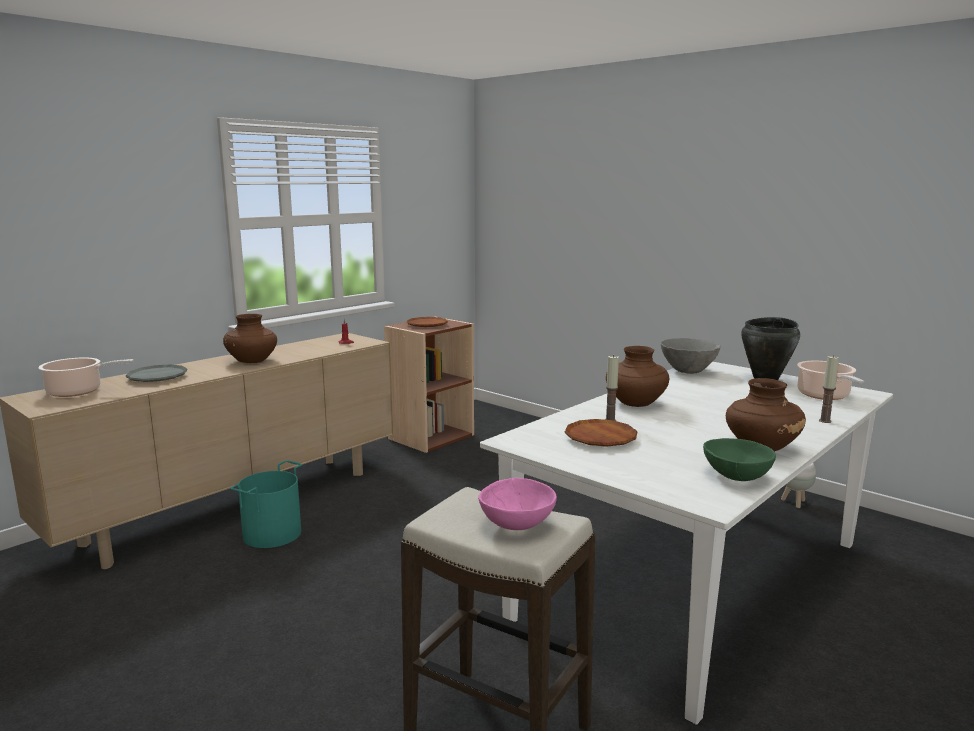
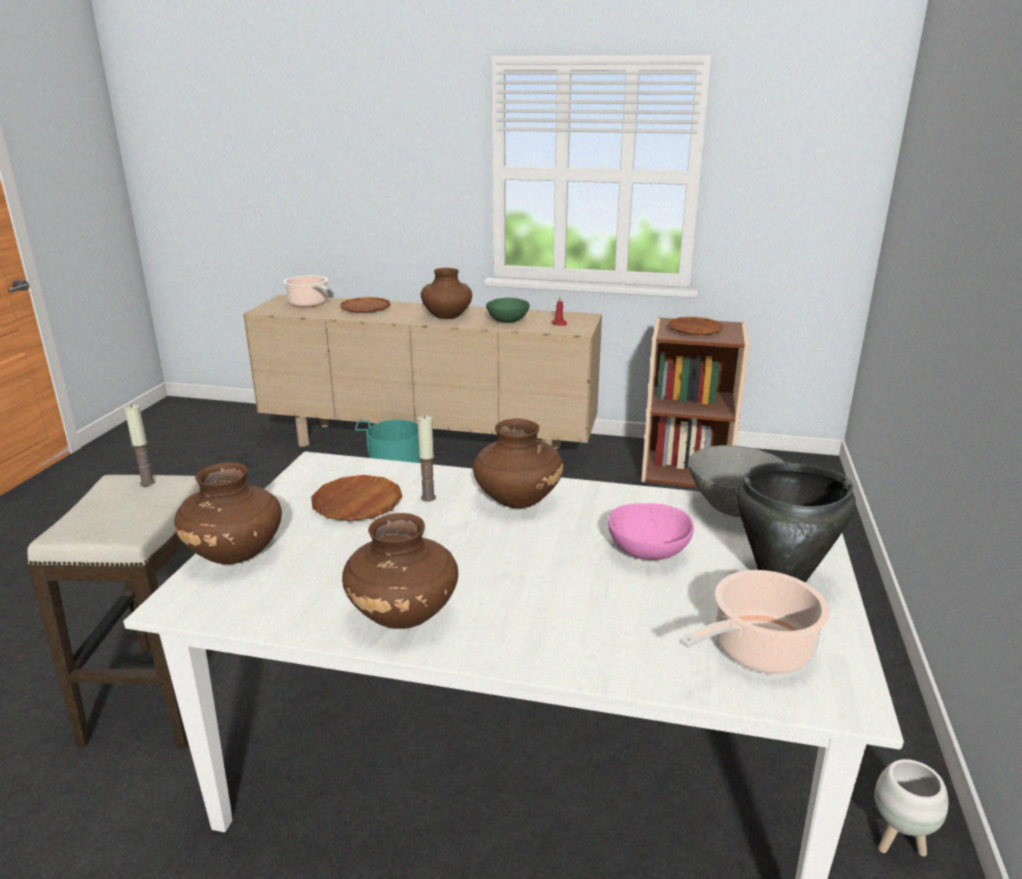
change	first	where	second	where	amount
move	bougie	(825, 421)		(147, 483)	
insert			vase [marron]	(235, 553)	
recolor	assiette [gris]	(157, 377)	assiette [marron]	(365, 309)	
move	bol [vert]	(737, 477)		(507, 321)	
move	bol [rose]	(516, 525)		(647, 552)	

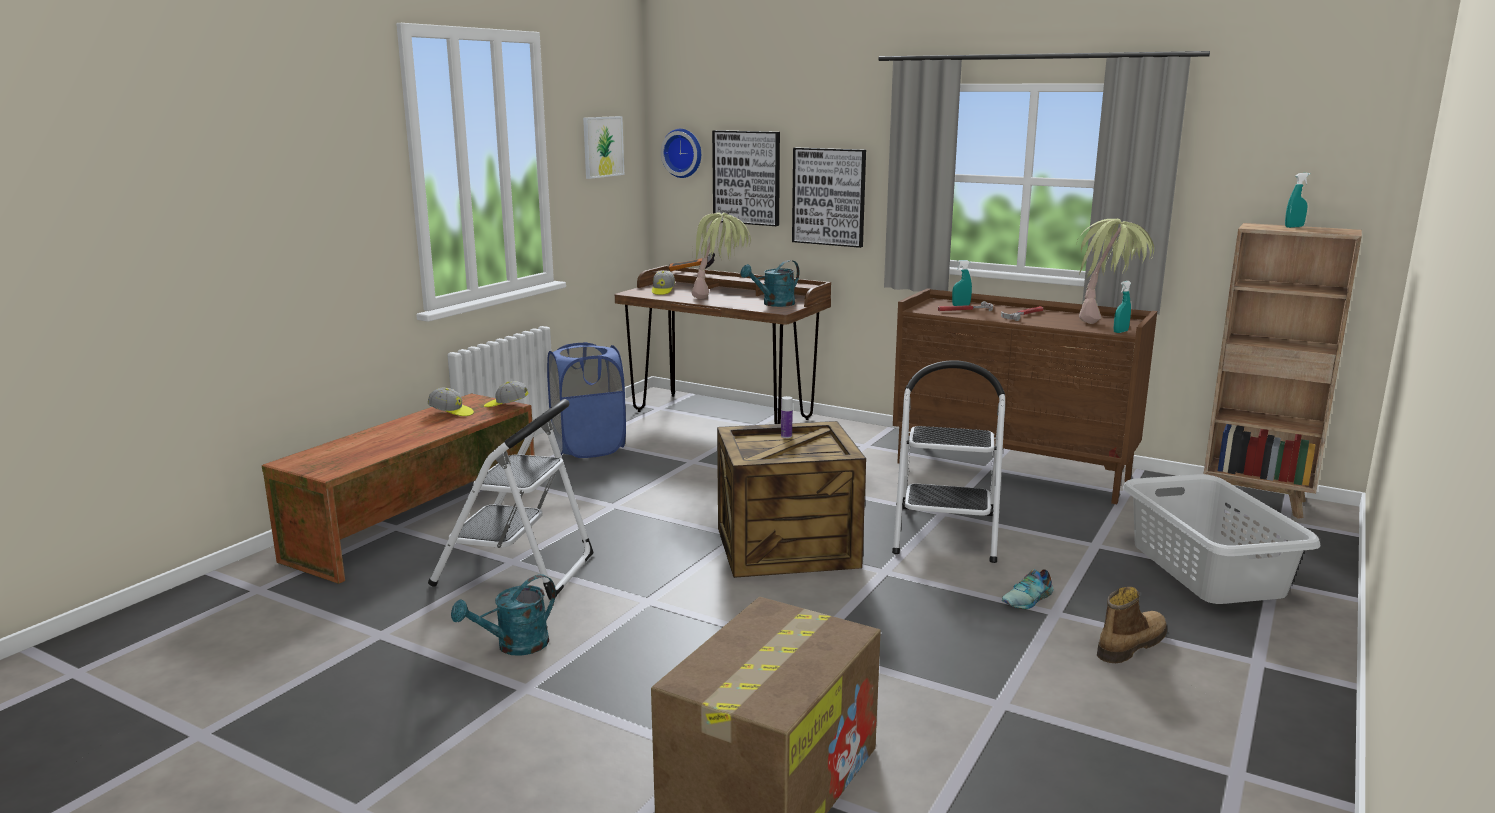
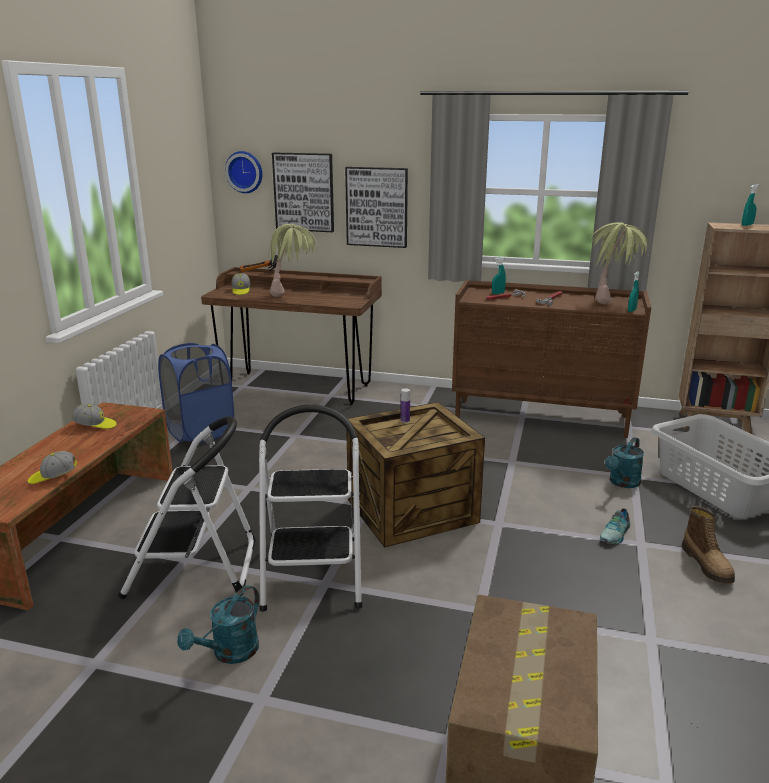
change	first	where	second	where	amount
move	casquette	(506, 405)		(53, 477)	
move	escabeau	(946, 532)		(314, 570)	
move	arrosoir [turquoise]	(774, 304)		(622, 483)	
rotate	botte	(1129, 645)		(707, 565)	135 degrees clockwise
delete	tableau	(602, 146)			

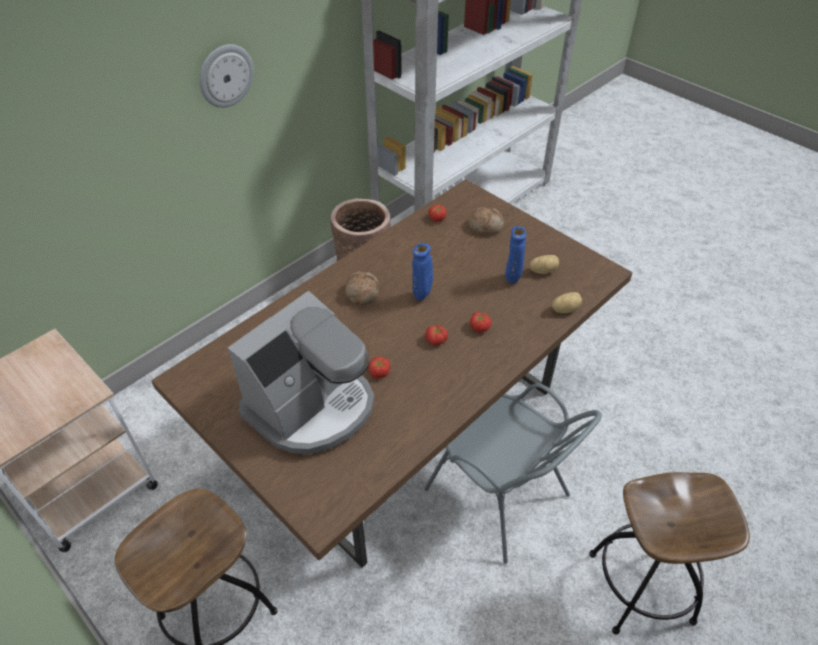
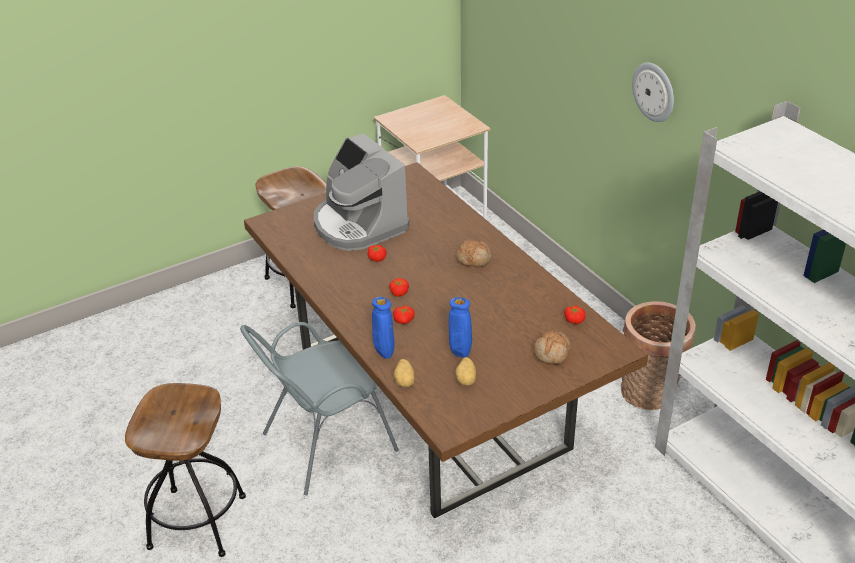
change	first	where	second	where	amount
move	vase [bleu]	(422, 296)		(384, 354)	

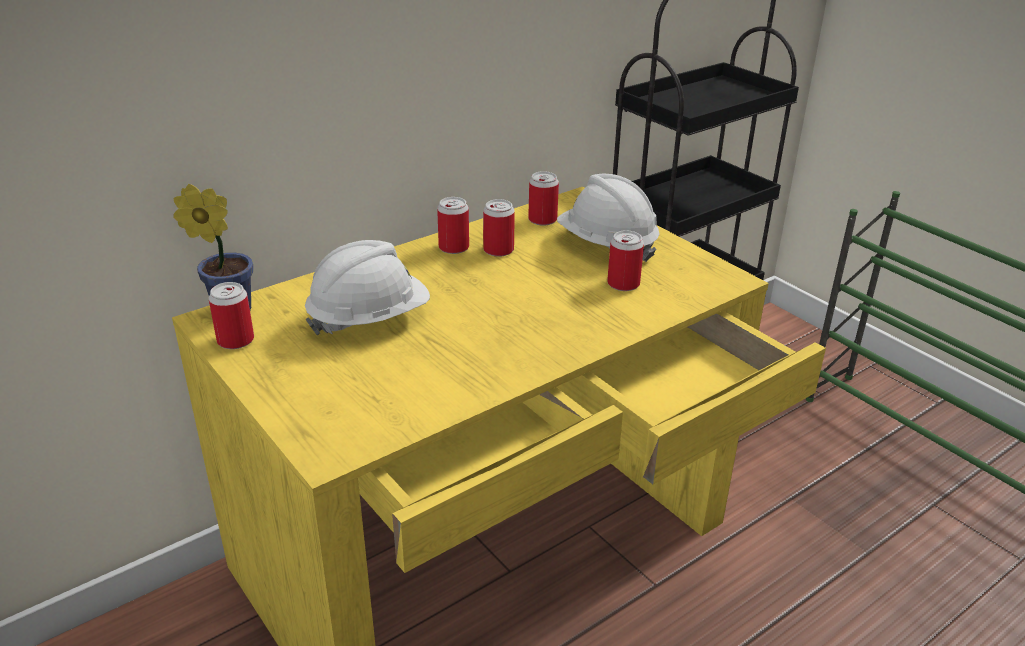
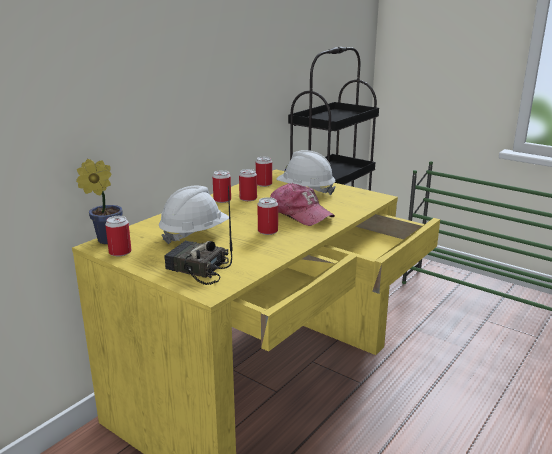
change	first	where	second	where	amount
insert			radio	(197, 269)	
move	boîte métallique	(623, 284)		(267, 231)	
insert			casquette	(298, 214)	

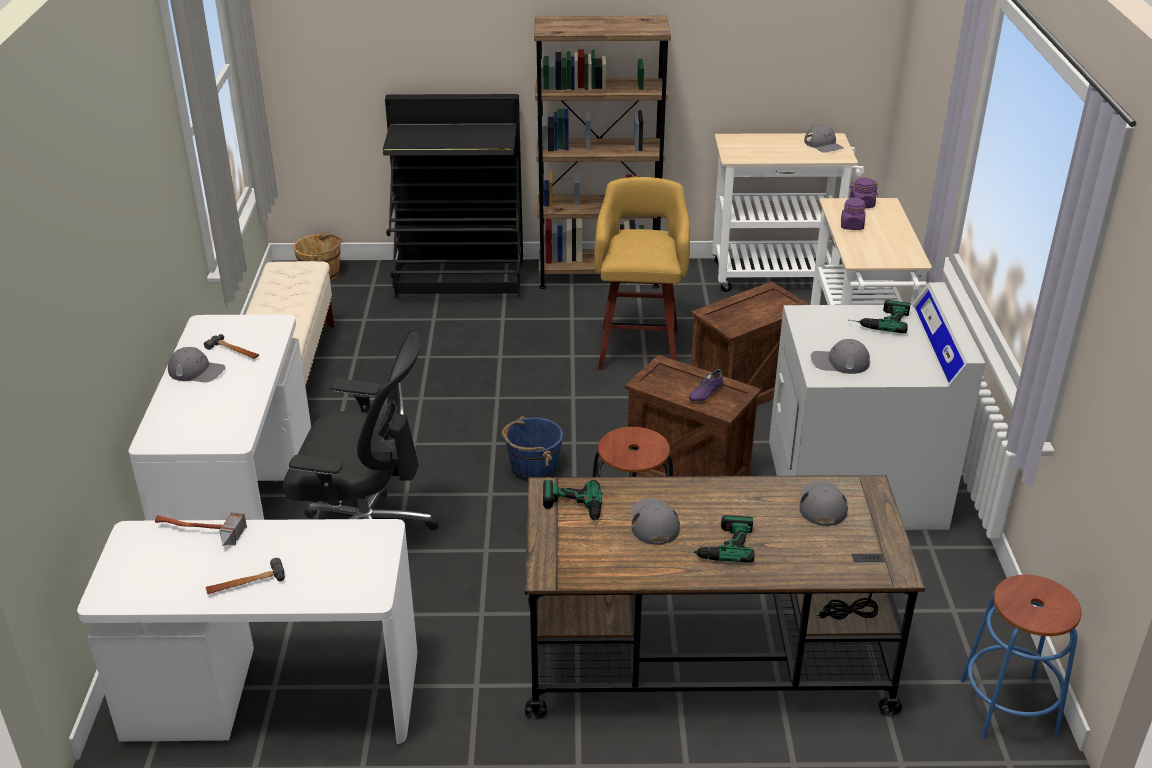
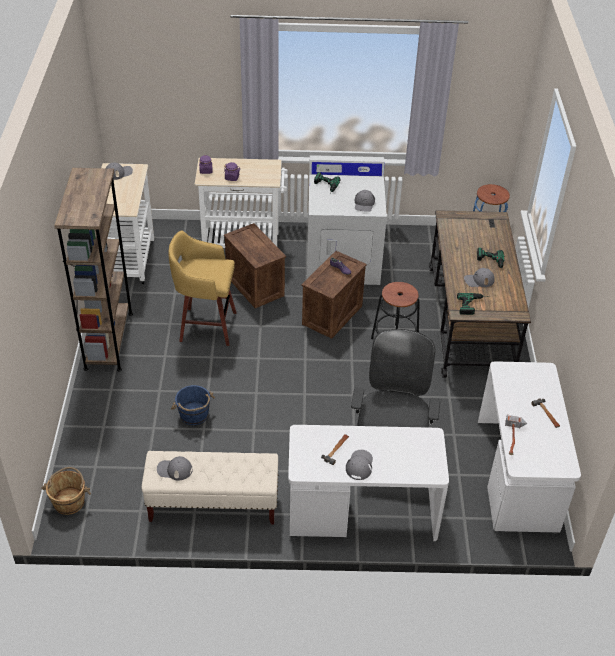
change	first	where	second	where	amount
move	casquette [gris]	(822, 505)		(174, 470)	
move	seau [bleu]	(533, 467)		(194, 415)	
delete	étagère à chaussures [noir]	(459, 283)			

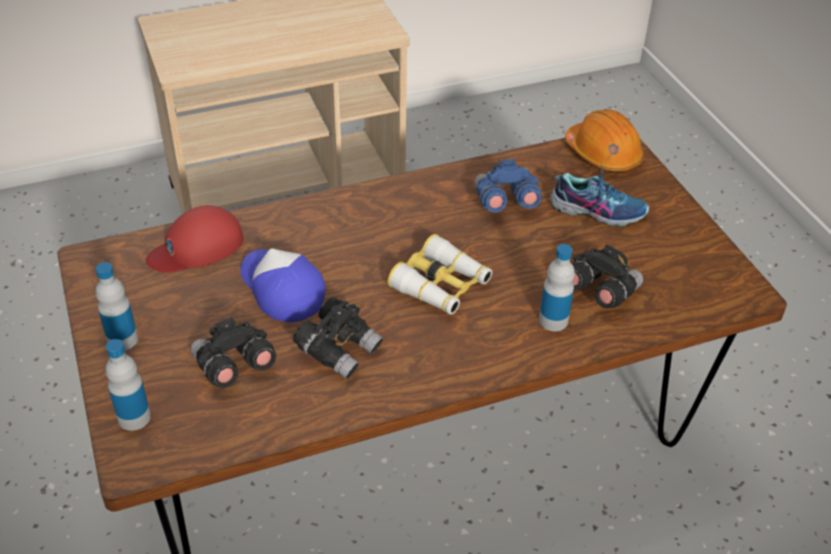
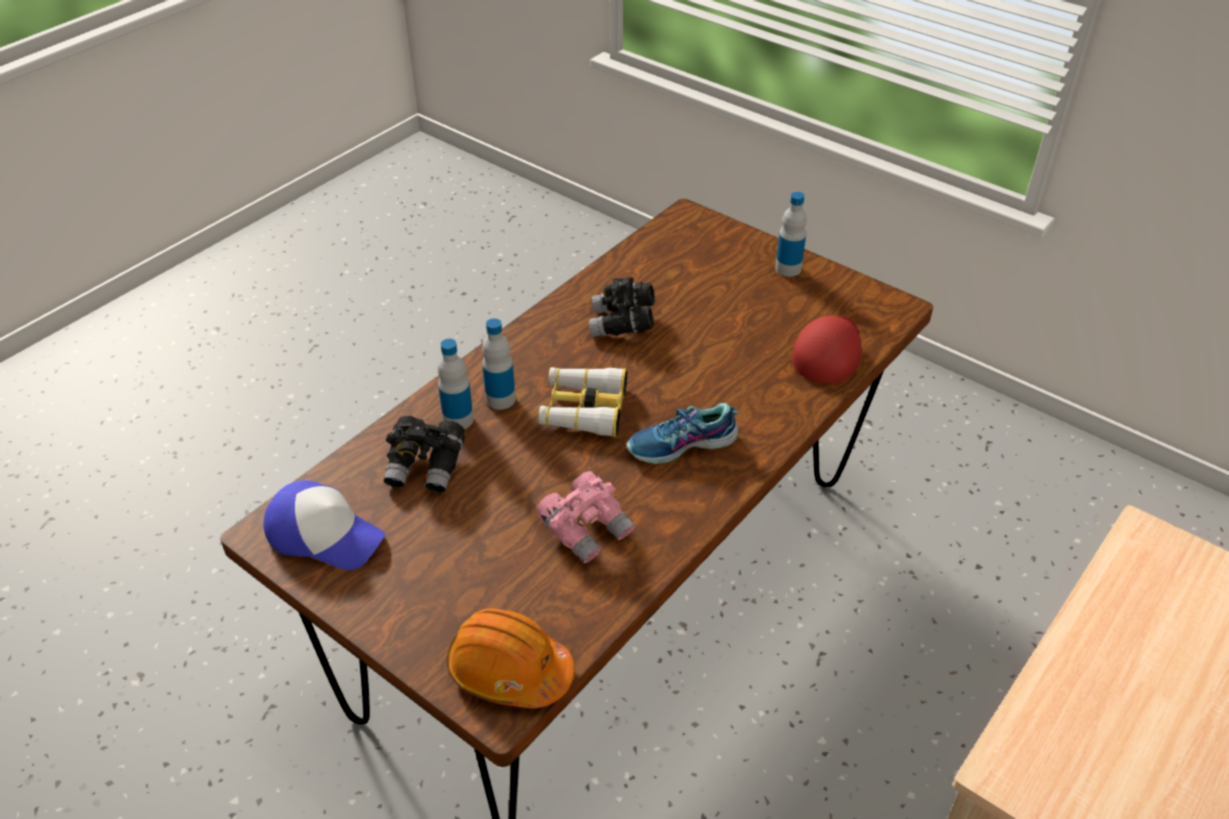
change	first	where	second	where	amount
move	casquette	(281, 289)		(325, 535)	
move	bouteille	(134, 417)		(500, 399)	
recolor	jumelles [bleu]	(504, 203)	jumelles [rose]	(586, 529)	
move	chaussure	(597, 210)		(682, 445)	
delete	jumelles [noir]	(233, 367)			

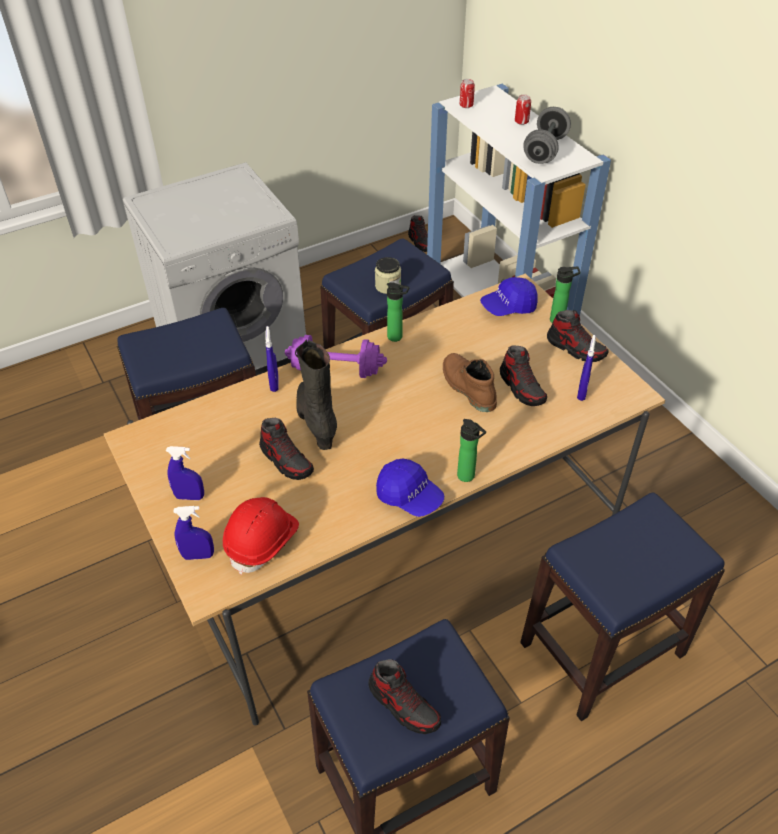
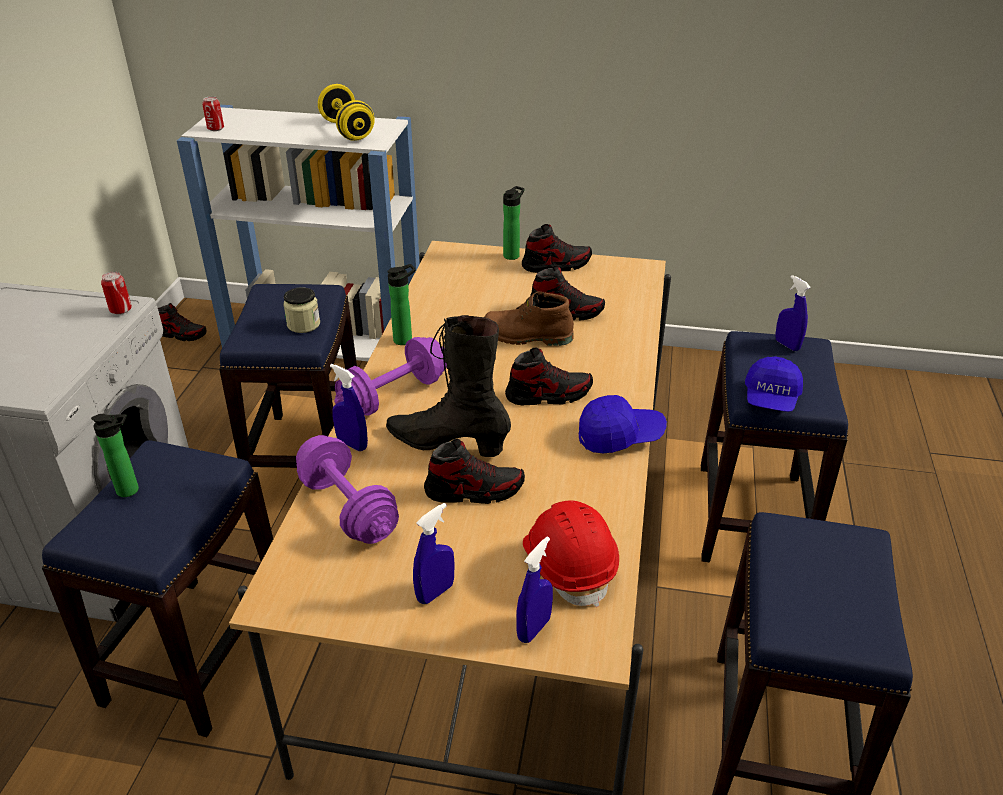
change	first	where	second	where	amount
move	bouteille	(468, 477)		(131, 490)	
move	boîte métallique	(521, 122)		(121, 310)	
insert			haltère [violet]	(348, 508)	
recolor	haltère [gris]	(545, 150)	haltère [jaune]	(347, 130)	
move	chaussure	(404, 705)		(548, 395)	
move	casquette [bleu]	(508, 307)		(771, 399)	
move	vaporisateur [bleu]	(582, 392)		(787, 345)	

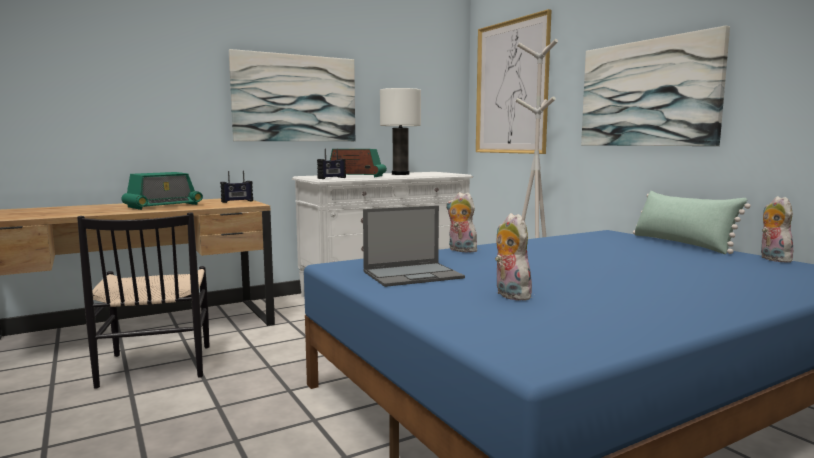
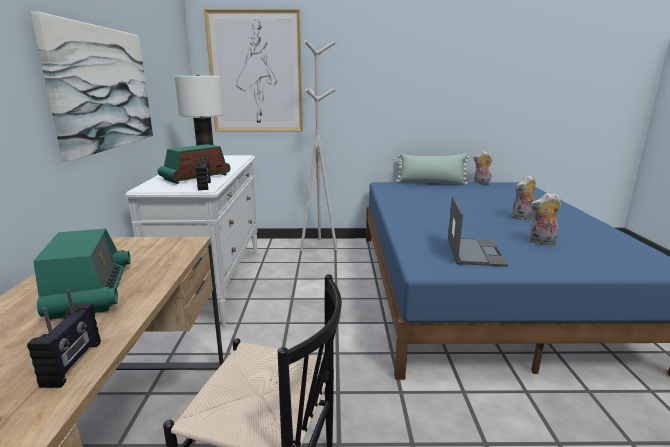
change	first	where	second	where	amount
move	radio	(237, 201)		(73, 363)	
move	peluche	(460, 250)		(522, 218)	
delete	tableau	(648, 93)			

